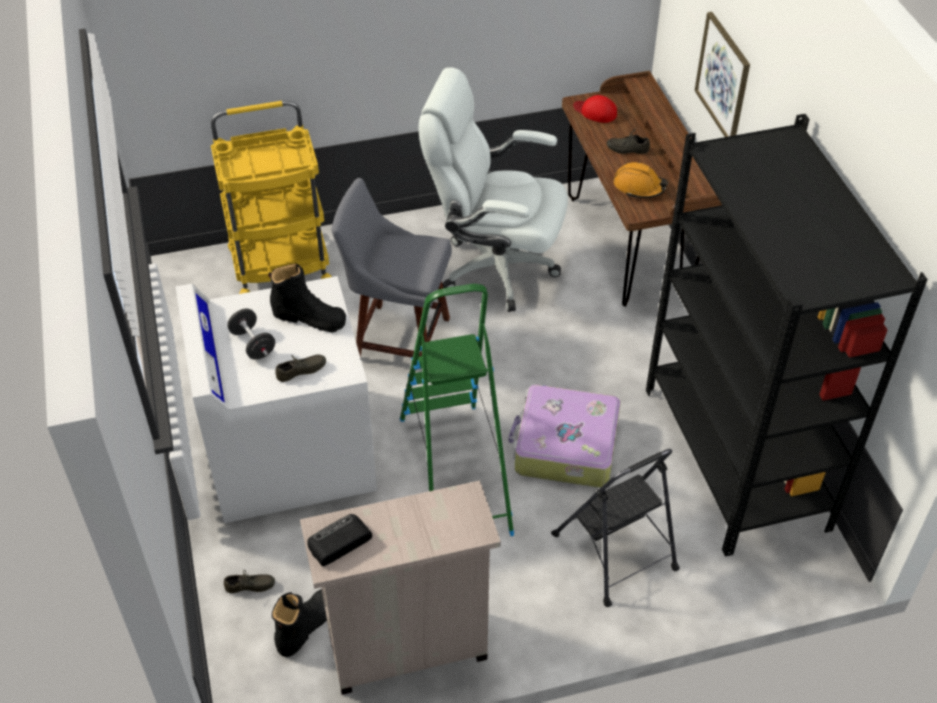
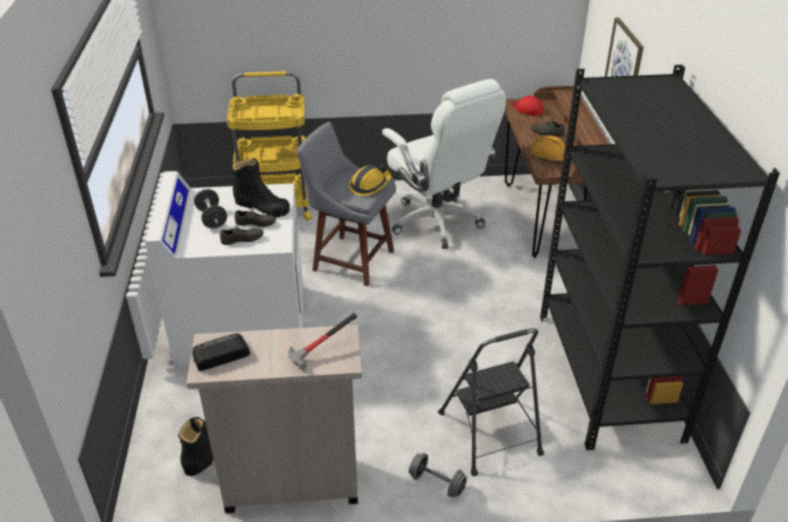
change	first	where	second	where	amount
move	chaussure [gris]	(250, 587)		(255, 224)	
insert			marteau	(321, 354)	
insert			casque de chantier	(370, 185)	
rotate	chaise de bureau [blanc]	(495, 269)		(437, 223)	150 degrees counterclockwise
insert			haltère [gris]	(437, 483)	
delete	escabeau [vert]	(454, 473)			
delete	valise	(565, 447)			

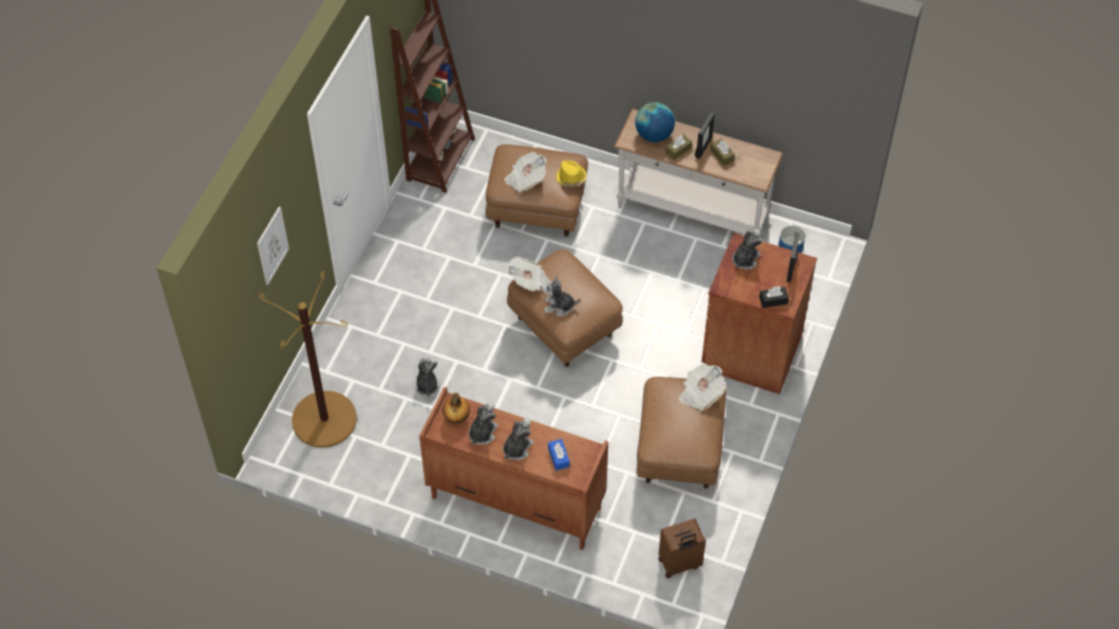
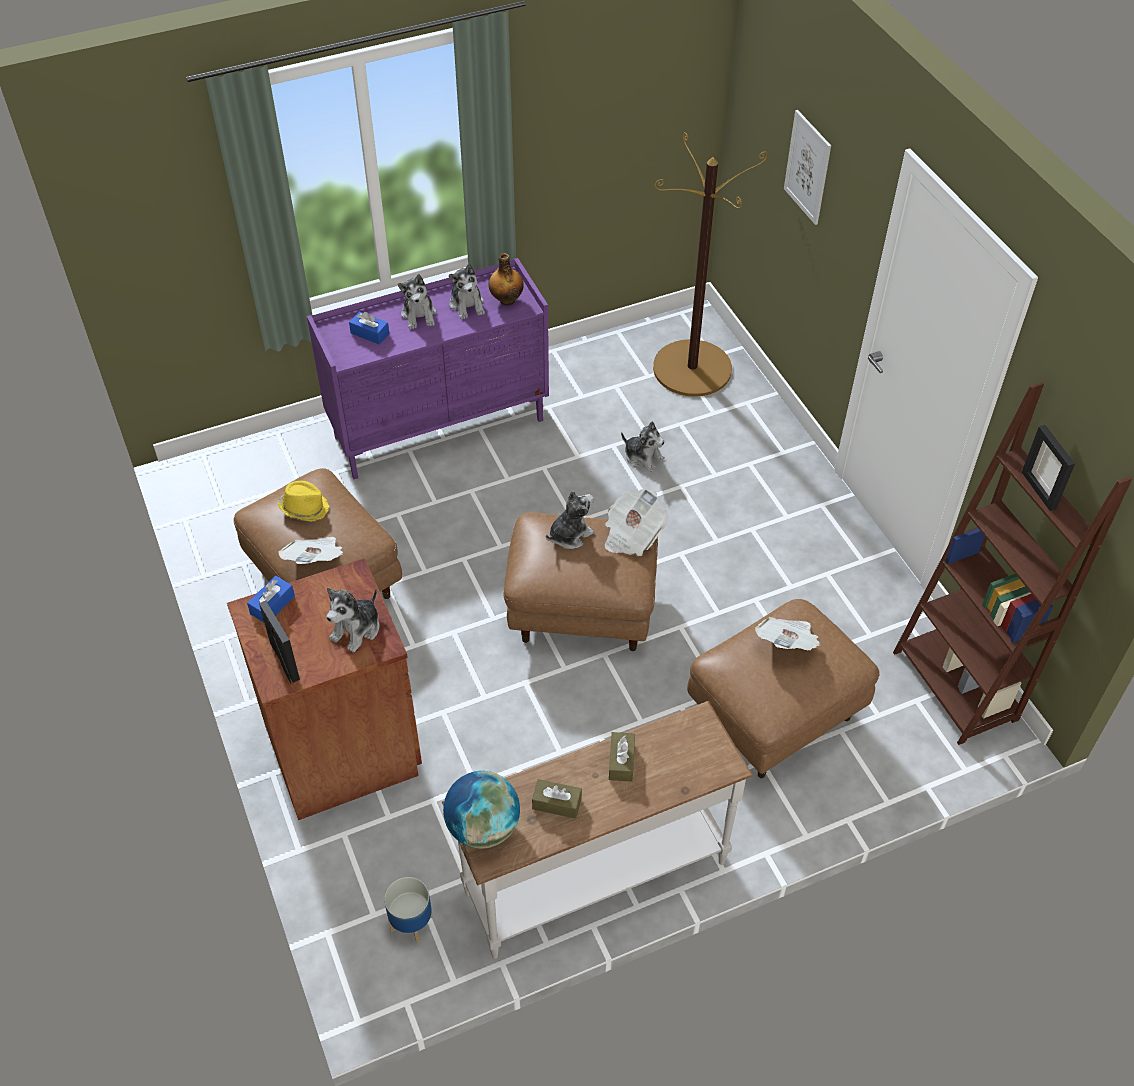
change	first	where	second	where	amount
recolor	boîte à mouchoirs [noir]	(773, 300)	boîte à mouchoirs [bleu]	(272, 605)	
move	chapeau [jaune]	(571, 178)		(304, 508)	
recolor	meuble de rangement [marron]	(515, 502)	meuble de rangement [violet]	(440, 428)	
rotate	peluche	(745, 259)		(357, 629)	45 degrees clockwise
move	globe	(654, 135)		(483, 827)	
move	cadre photo	(703, 147)		(1039, 490)	
delete	valise [marron]	(679, 564)			

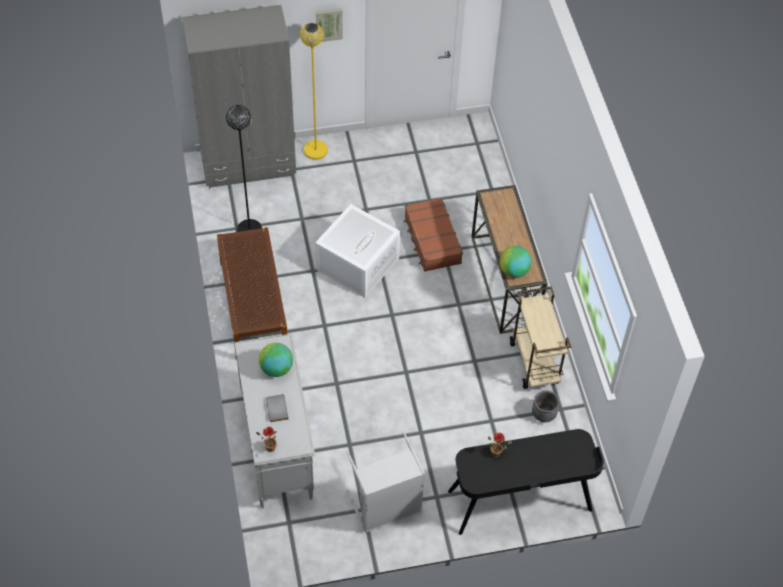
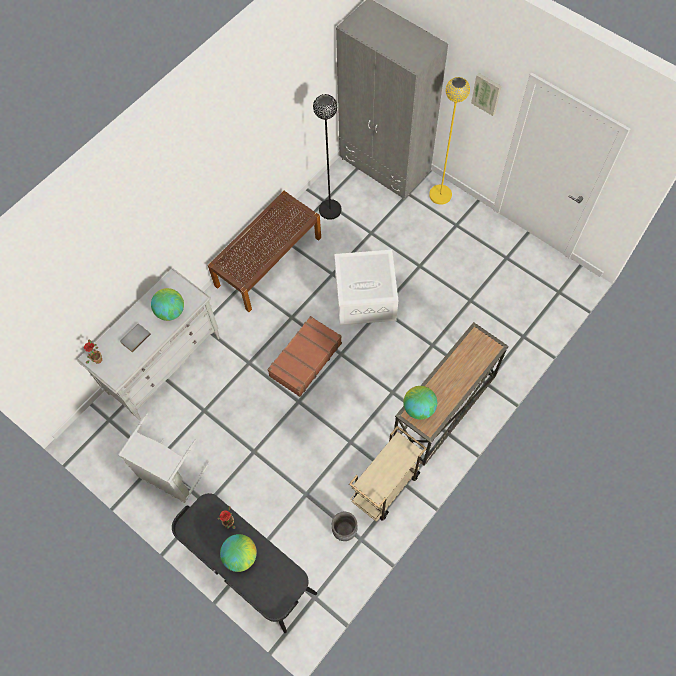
change	first	where	second	where	amount
insert			globe	(240, 556)	
move	valise [marron]	(432, 240)		(305, 359)	

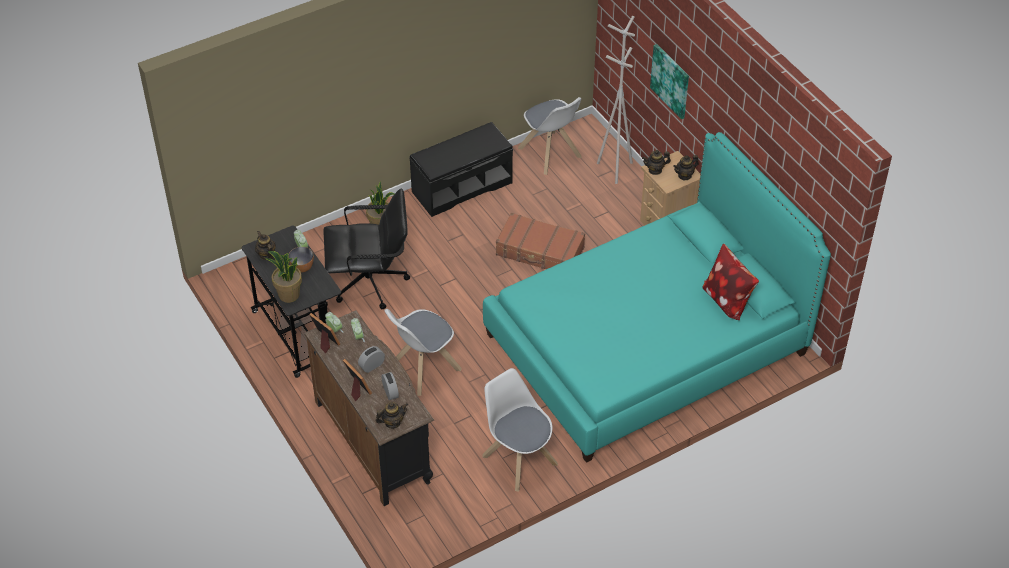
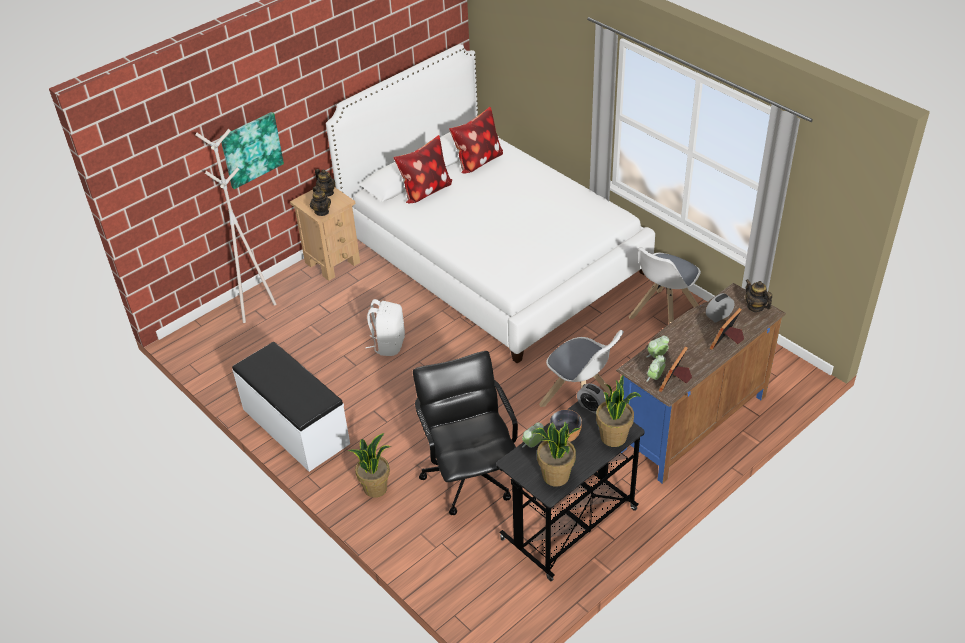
change	first	where	second	where	amount
recolor	banc [noir]	(461, 187)	banc [blanc]	(295, 427)	
recolor	lit [turquoise]	(646, 343)	lit [blanc]	(493, 256)	
replace	valise [marron]	(540, 252)	sac à dos [blanc]	(388, 344)	
insert			coussin	(425, 191)	
replace	théière	(266, 255)	plante en pot	(556, 476)	
move	réveil	(372, 366)		(592, 407)	
recolor	commode [noir]	(374, 440)	commode [bleu]	(690, 422)	
delete	chaise	(550, 154)			

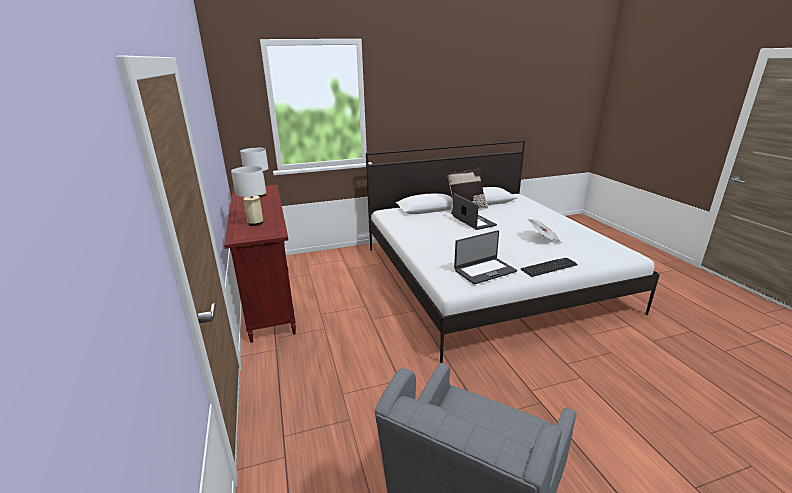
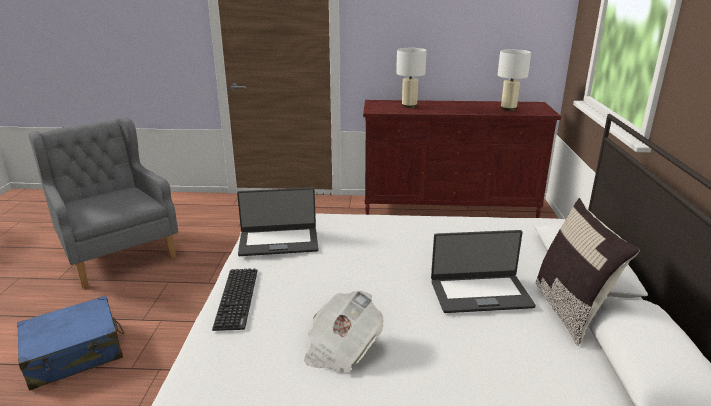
change	first	where	second	where	amount
insert			valise [bleu]	(75, 354)	
rotate	ordinateur portable	(484, 271)		(278, 241)	90 degrees counterclockwise

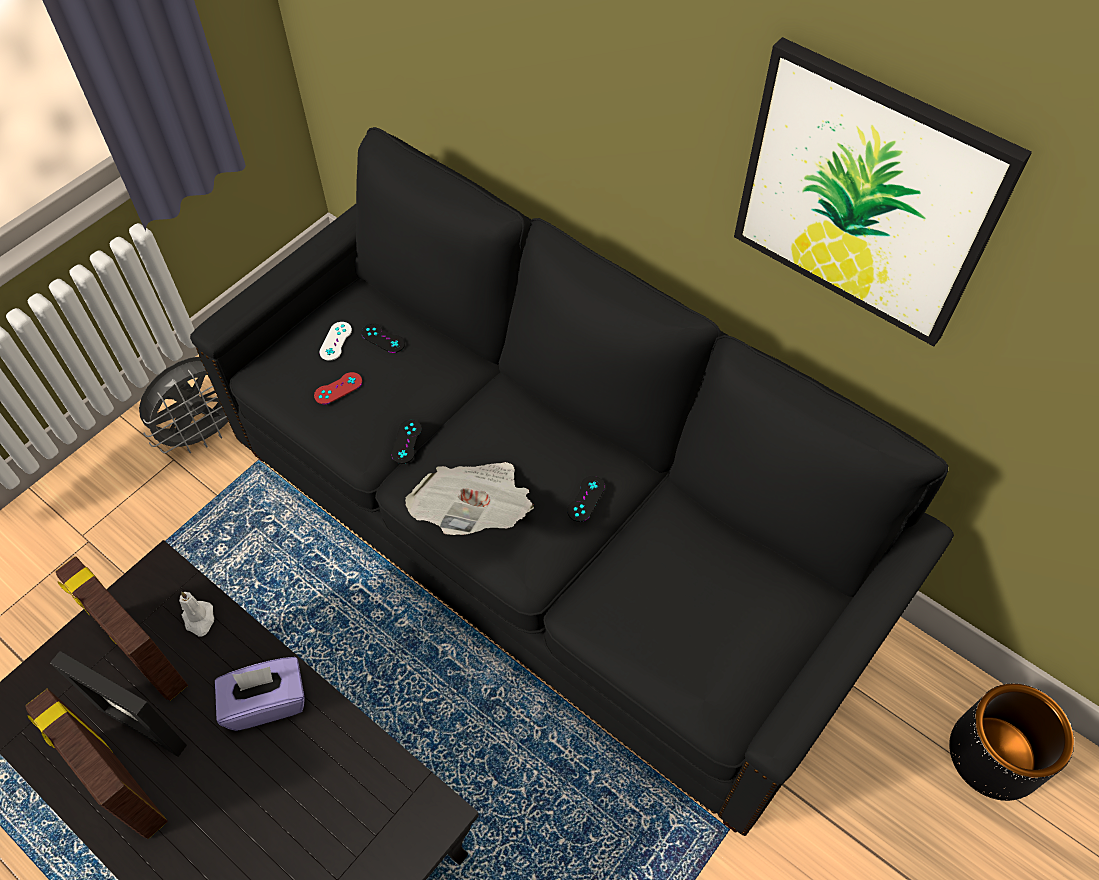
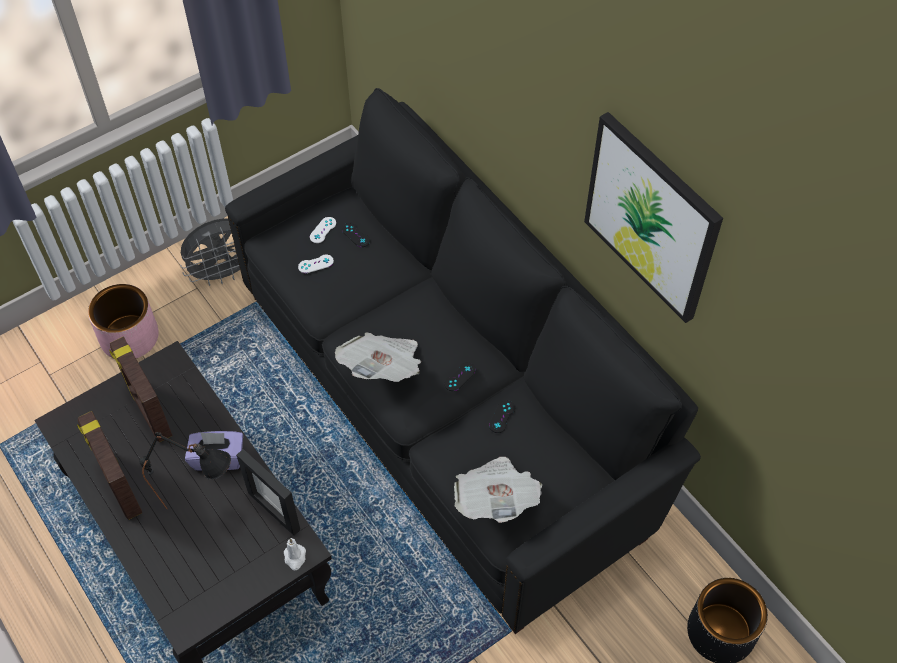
change	first	where	second	where	amount
insert			cache-pot [rose]	(130, 337)	
insert			lampe de table [noir]	(201, 505)	
move	cadre photo	(144, 725)		(275, 510)	
move	bougie [blanc]	(199, 619)		(295, 557)	
recolor	manette [rouge]	(338, 388)	manette [blanc]	(315, 264)	
insert			journal	(496, 499)	
move	manette [noir]	(406, 442)		(502, 416)	

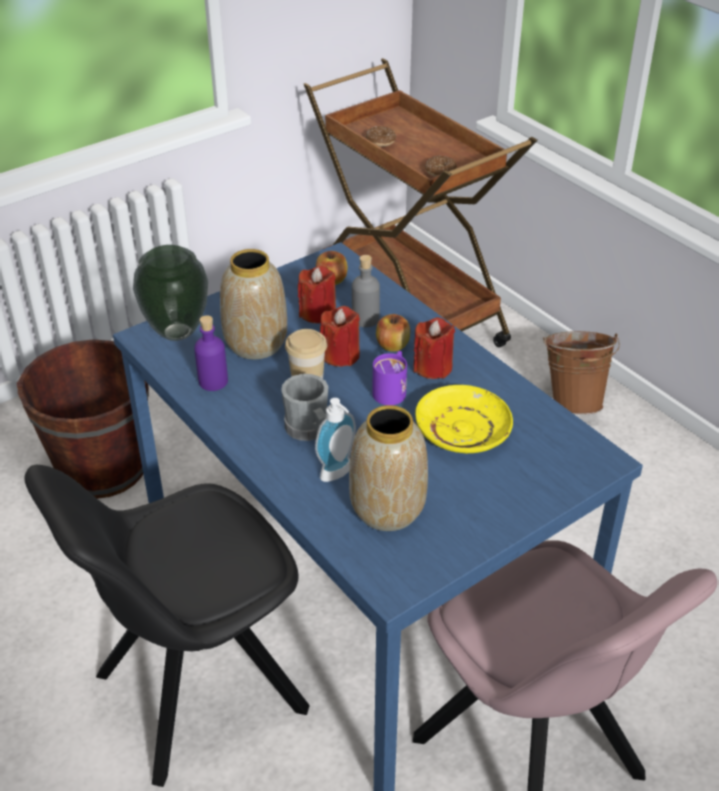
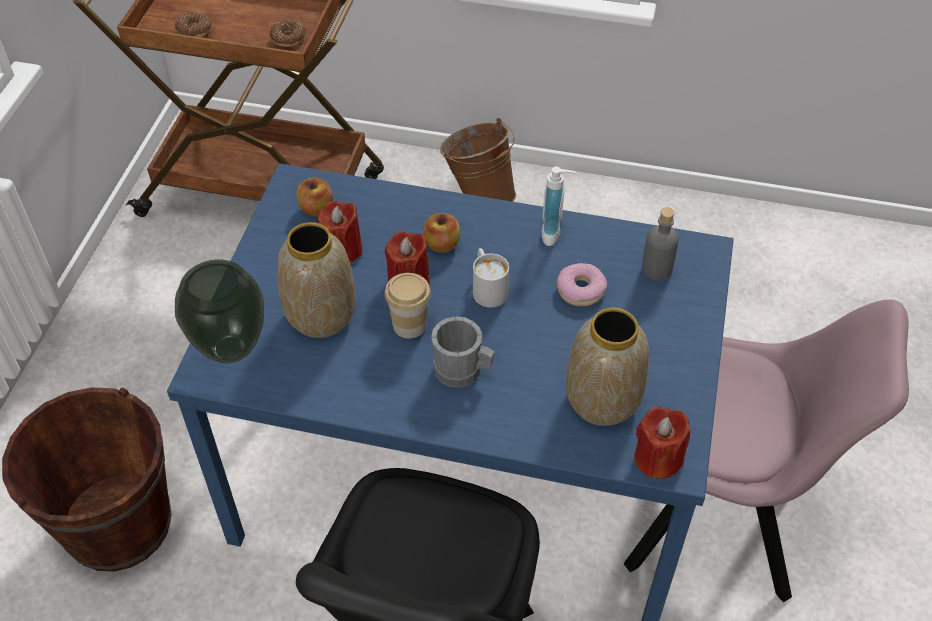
change	first	where	second	where	amount
recolor	mug [violet]	(391, 389)	mug [blanc]	(487, 288)	
move	distributeur de savon	(339, 474)		(555, 234)	
replace	assiette [jaune]	(462, 429)	beignet	(581, 290)	
move	bougie [rouge]	(432, 367)		(657, 458)	
move	bouteille [gris]	(365, 319)		(656, 269)	
delete	bouteille [violet]	(213, 381)			

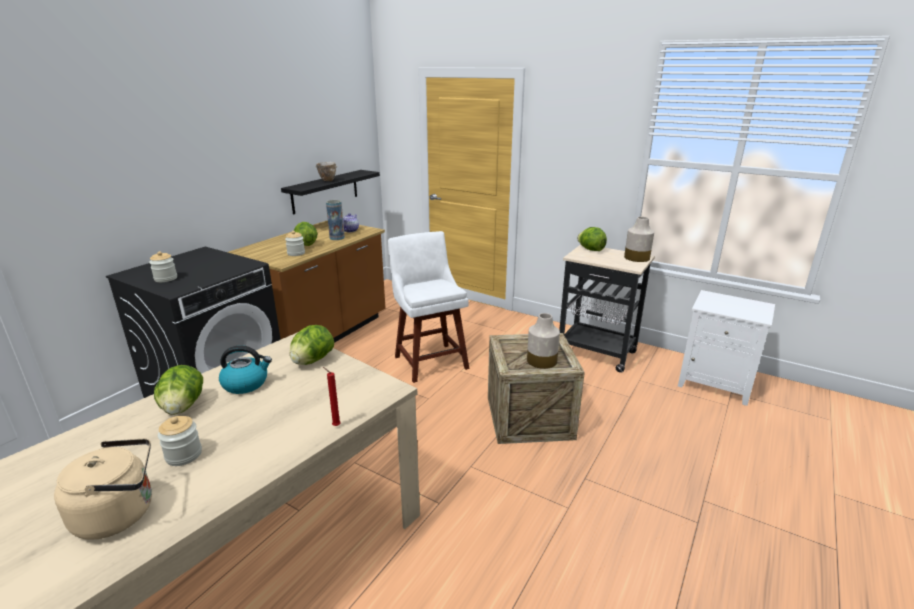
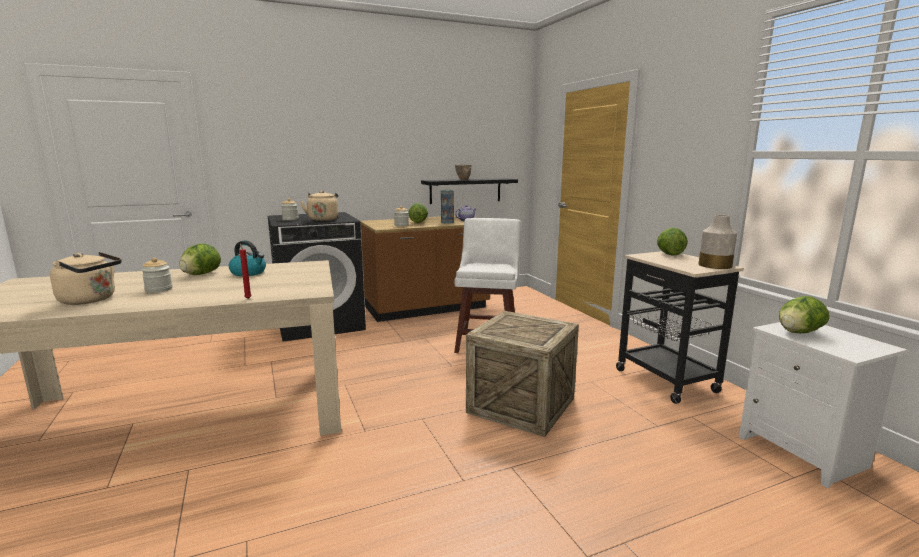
change	first	where	second	where	amount
insert			bouilloire [beige]	(323, 219)	
move	laitue	(312, 361)		(798, 332)	
delete	vase [beige]	(541, 360)			

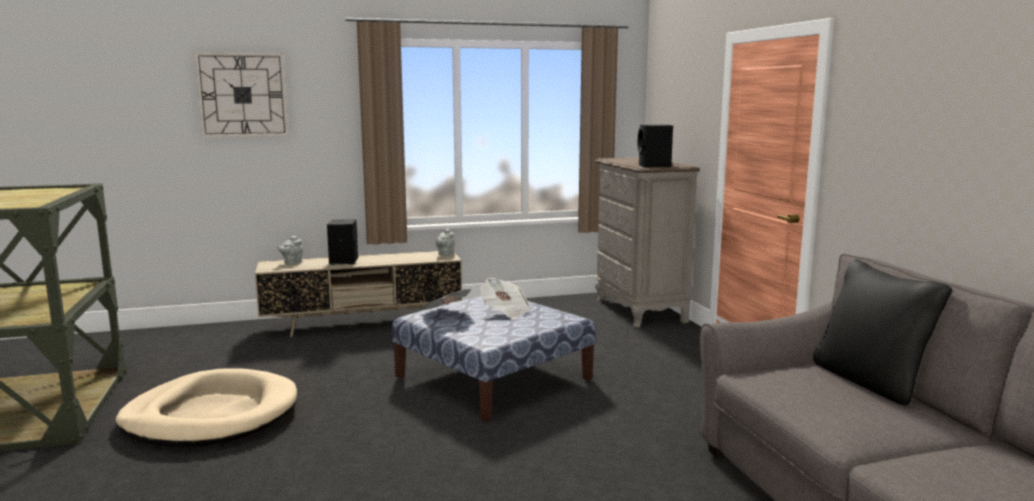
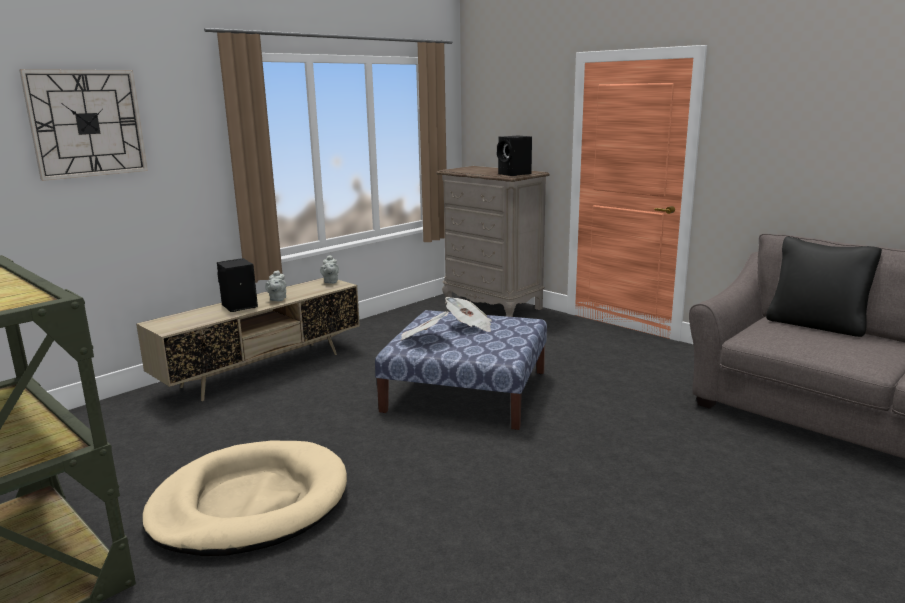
change	first	where	second	where	amount
move	théière [gris]	(291, 262)		(277, 299)	

